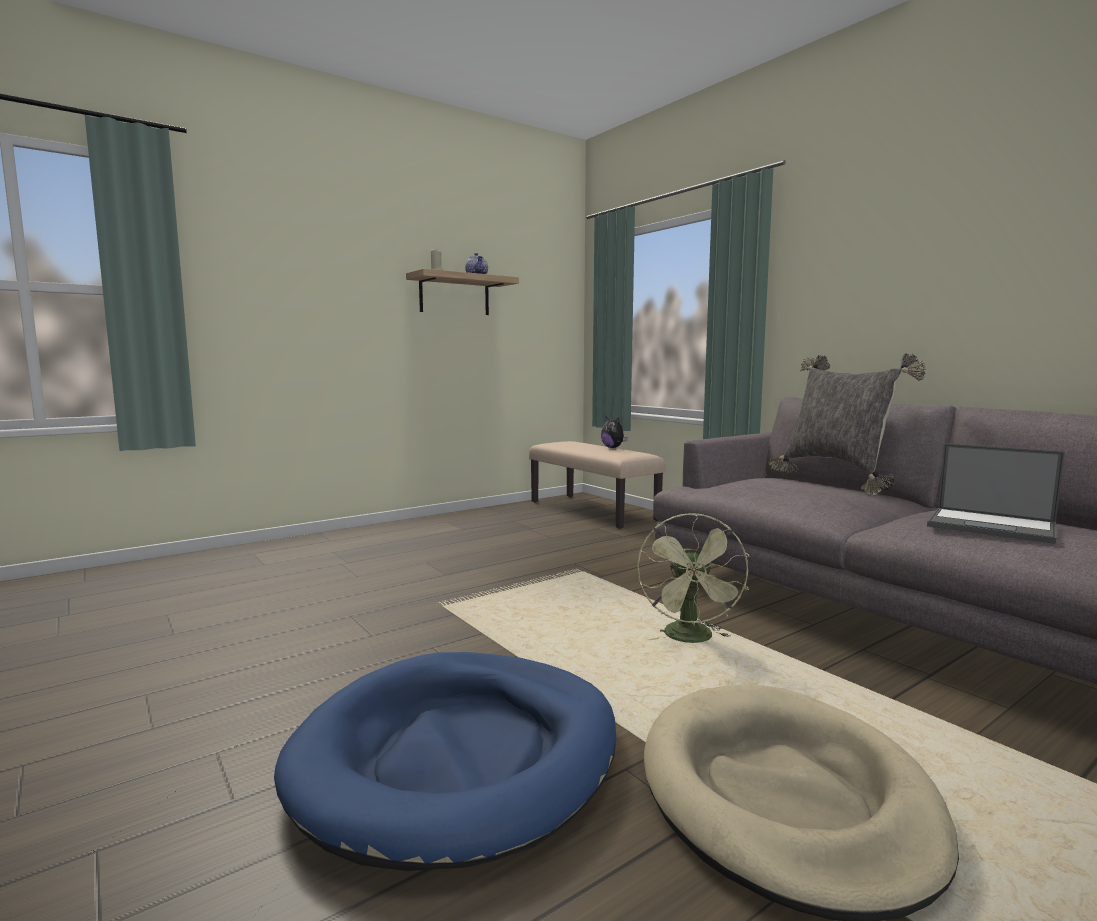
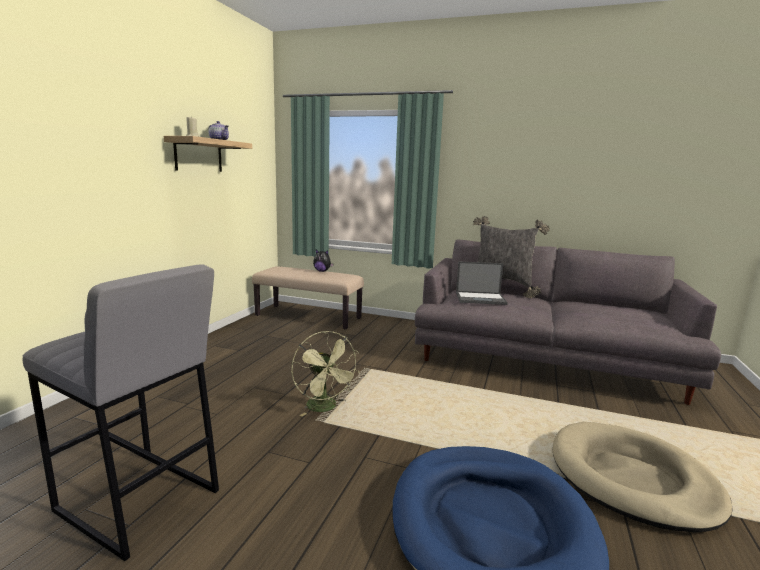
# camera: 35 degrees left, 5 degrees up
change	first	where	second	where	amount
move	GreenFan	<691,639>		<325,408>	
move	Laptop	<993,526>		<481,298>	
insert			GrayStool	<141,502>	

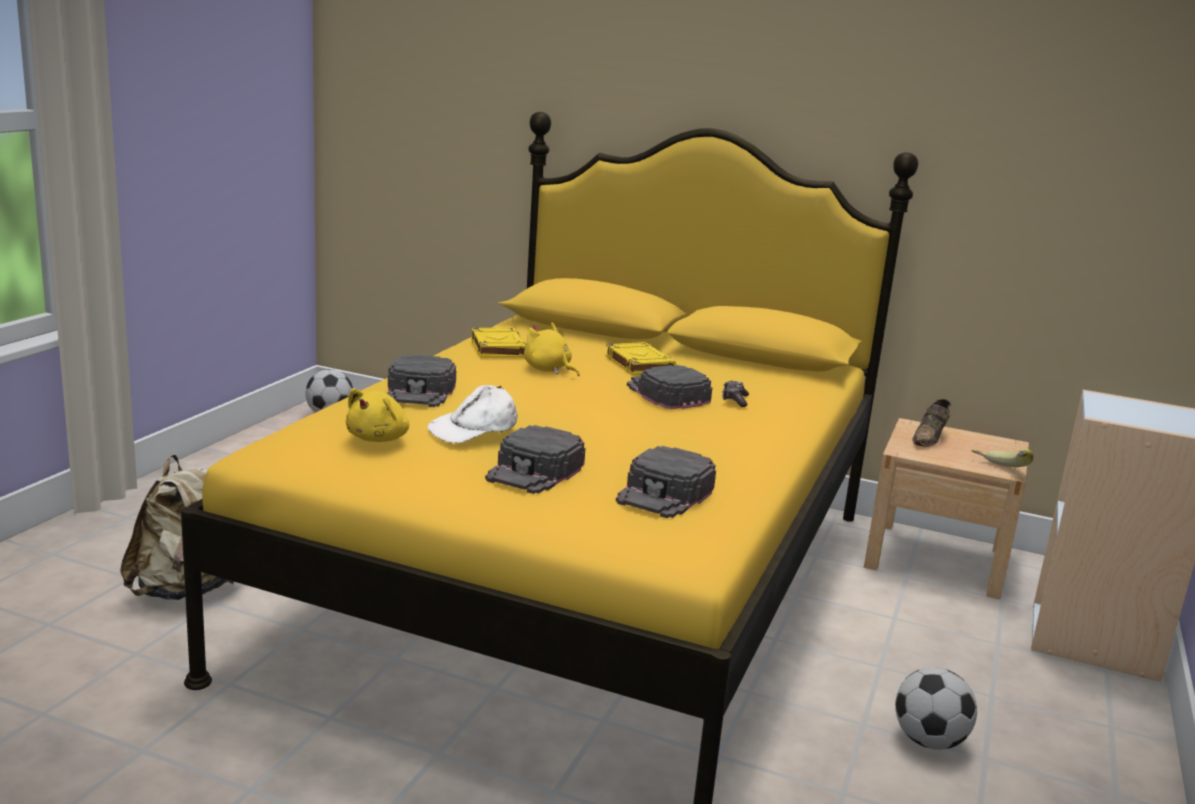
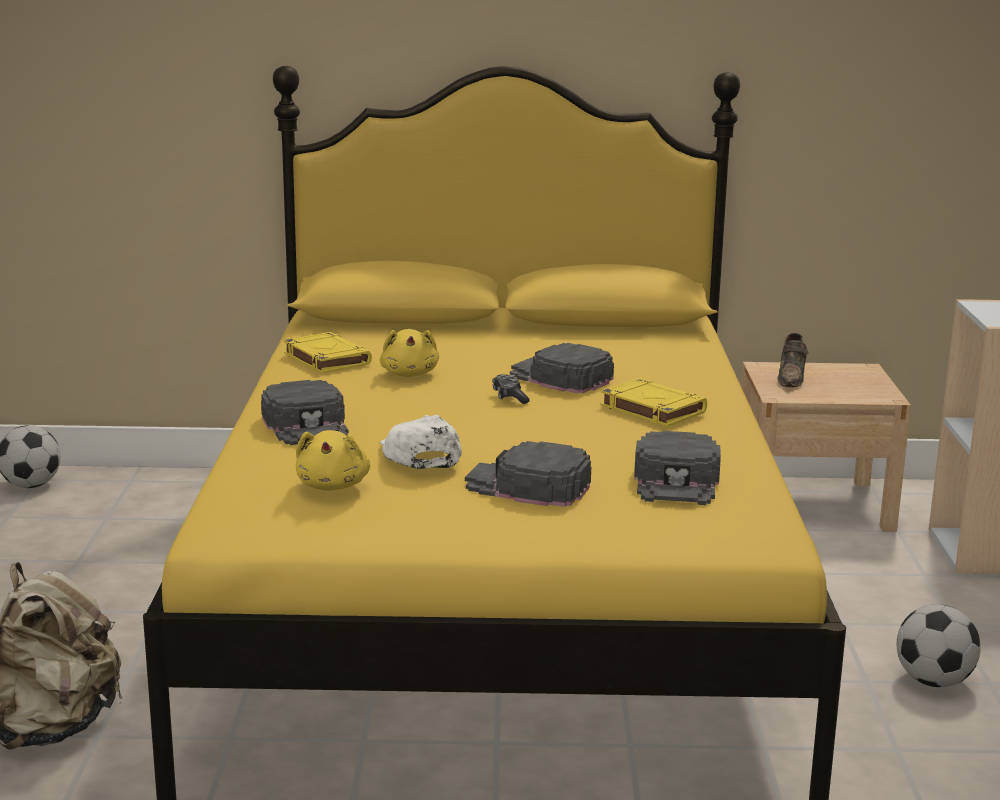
# camera: 20 degrees left, 0 degrees up
change	first	where	second	where	amount
rotate	WhitishPeakedCap	<474,428>		<419,453>	135 degrees clockwise
rotate	BlackPeakedCap	<535,471>		<528,486>	105 degrees clockwise
rotate	YellowishPlushToy	<549,370>		<410,374>	120 degrees counterclockwise
move	YellowishBoundBook	<638,364>		<651,409>	
move	Gamepad	<734,400>		<509,397>	
delete	Banana	<998,470>			

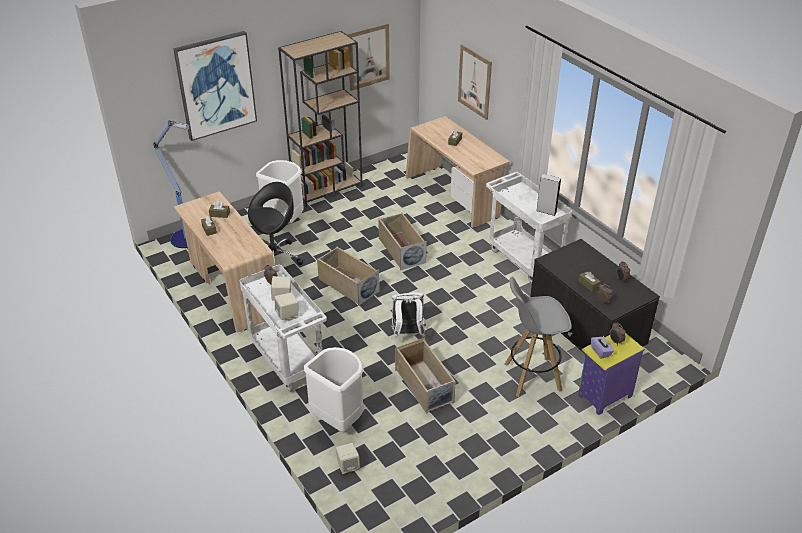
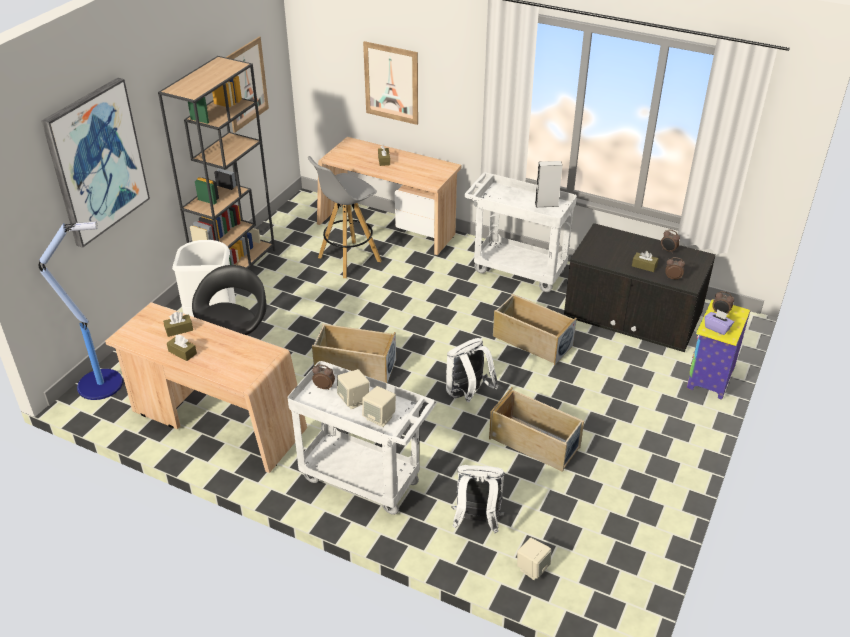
# camera: 30 degrees left, 0 degrees up
change	first	where	second	where	amount
replace	WhitishRubbishBin	<339,419>	WhitishKnapsack	<477,521>	
move	BeigeColouredStorageBox	<401,250>		<531,341>	
move	GrayStool	<531,376>		<348,259>	

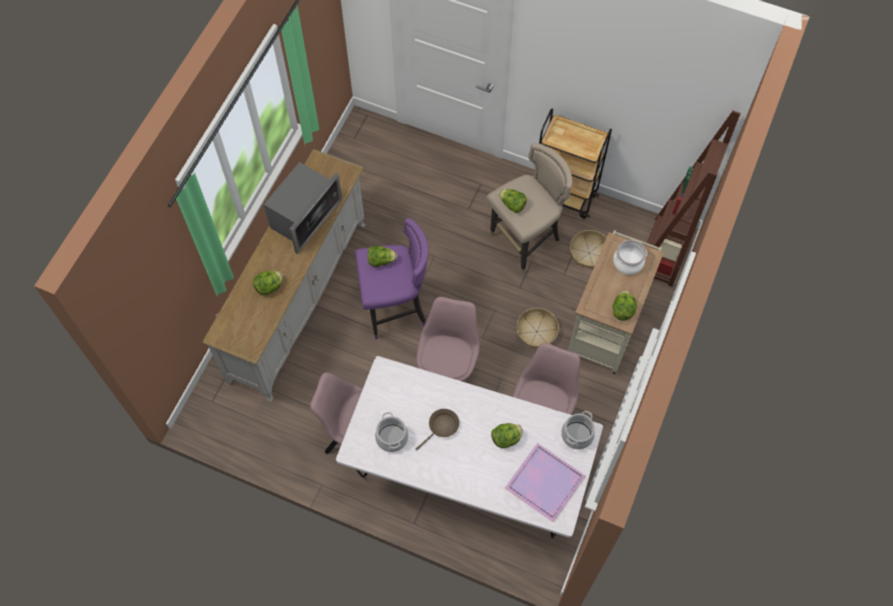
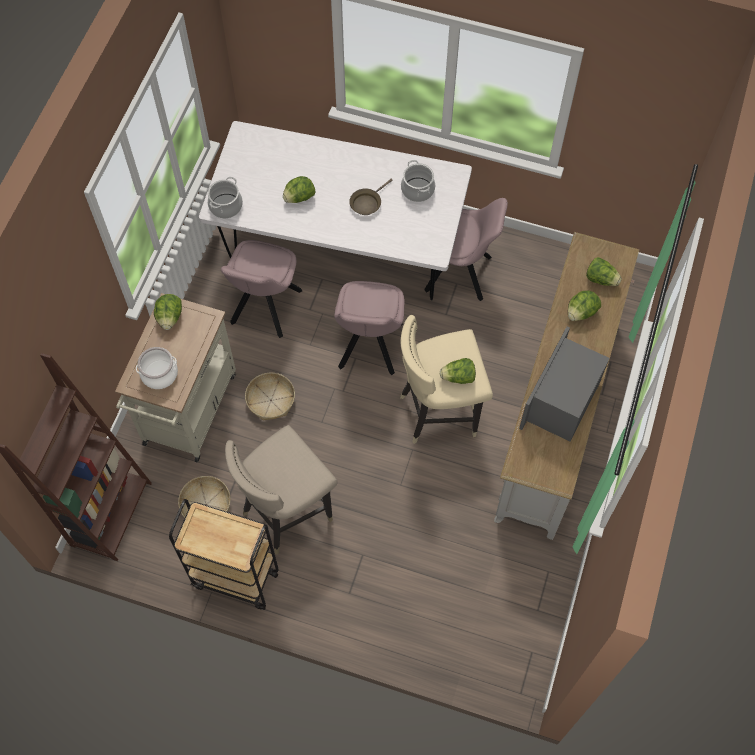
# camera: 175 degrees right, 0 degrees up
change	first	where	second	where	amount
recolor	PurpleColouredStool	<395,310>	BeigeColouredStool	<439,412>	
move	Lettuce	<512,205>		<601,279>	
delete	PurpleColouredServingTray	<543,483>			

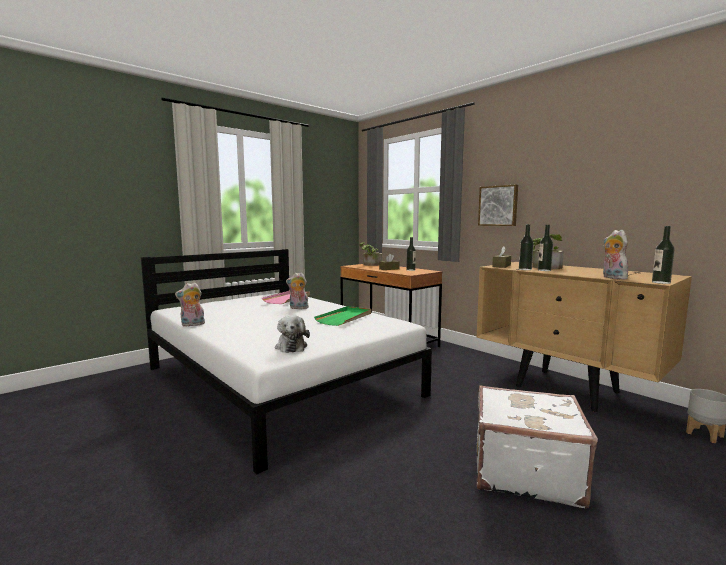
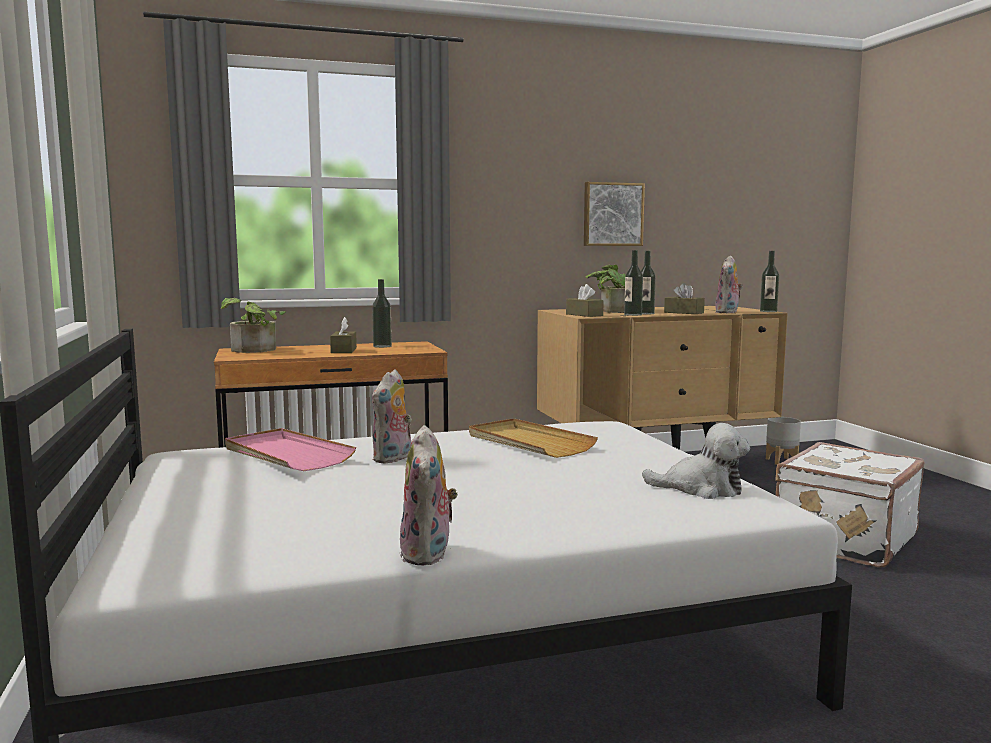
# camera: 65 degrees left, 0 degrees up
change	first	where	second	where	amount
recolor	GreenServingTray	<345,318>	BeigeColouredServingTray	<528,442>	
move	WallArt	<498,206>		<612,214>	
rotate	PlushToy	<612,278>		<728,312>	75 degrees counterclockwise
insert			BrownColouredTissueHolder	<684,312>	

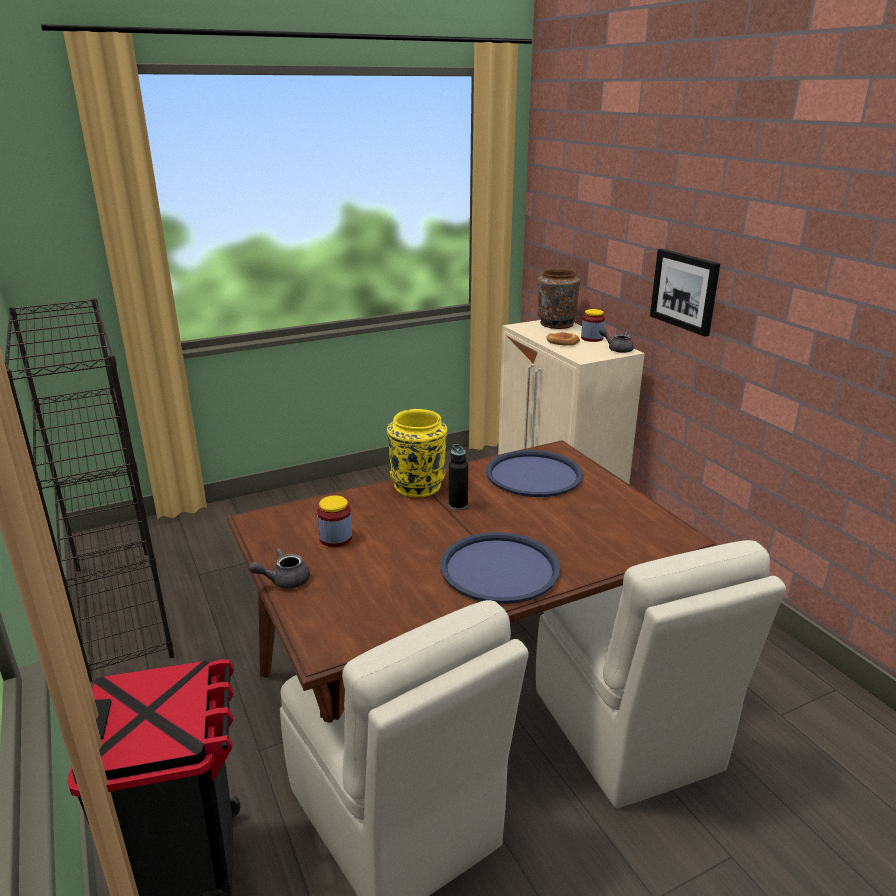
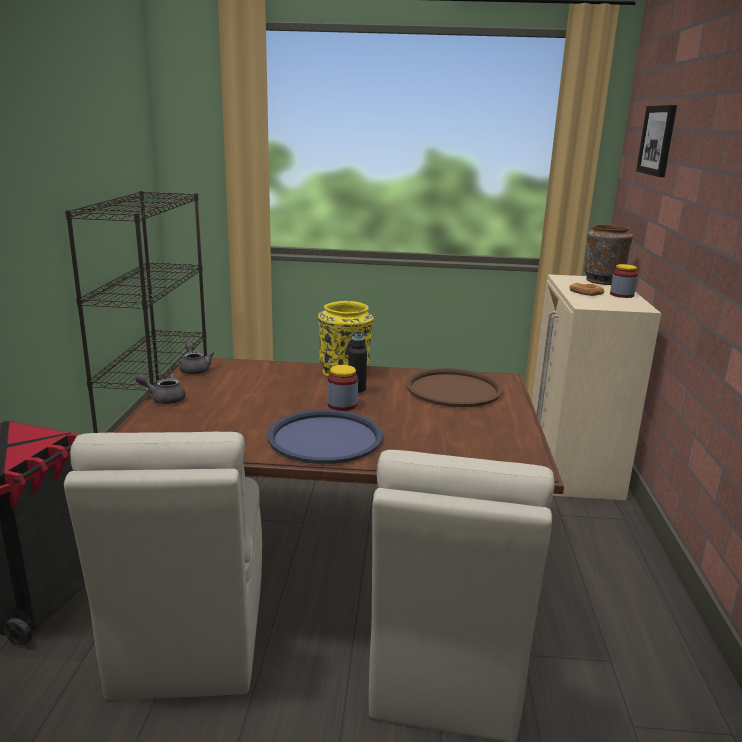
# camera: 30 degrees right, 5 degrees down
change	first	where	second	where	amount
move	StorageJar	<336,538>		<342,405>	
recolor	BlueServingTray	<533,475>	BrownColouredServingTray	<453,389>	
move	GrayTeaPot	<617,349>		<195,369>	
move	WallArt	<685,291>		<658,140>	

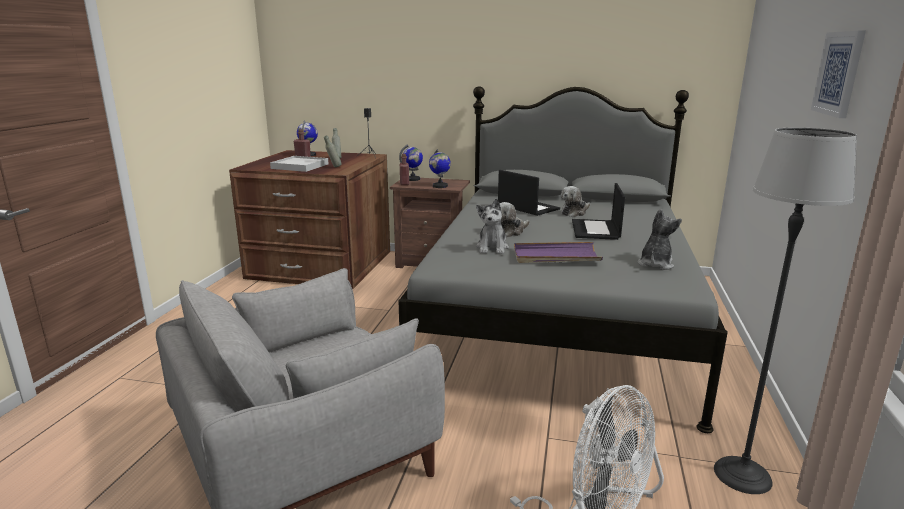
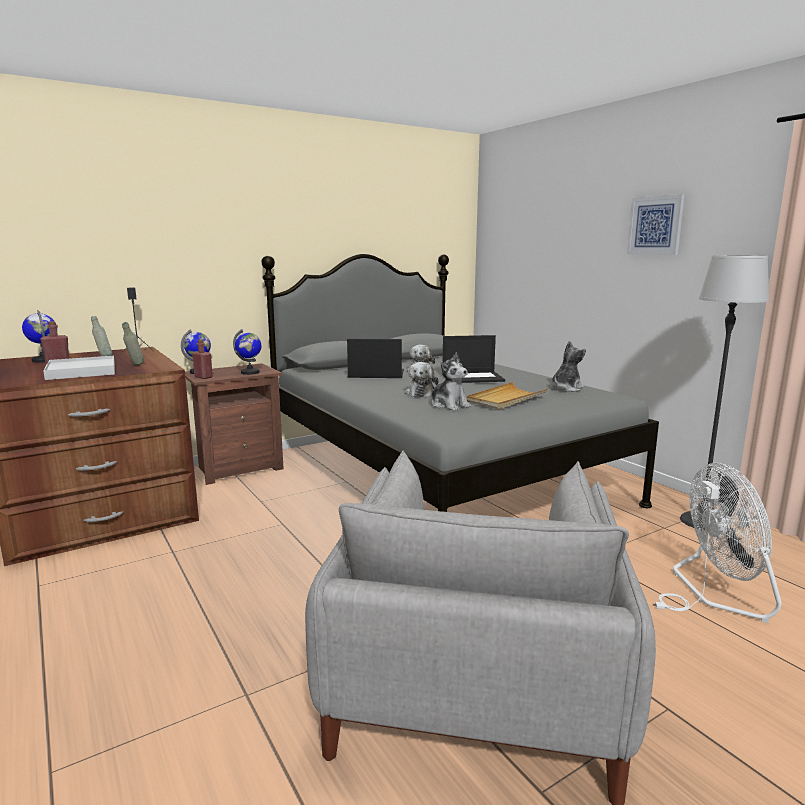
# camera: 45 degrees left, 5 degrees down
change	first	where	second	where	amount
recolor	PurpleColouredServingTray	<555,256>	BeigeColouredServingTray	<506,399>	
rotate	Laptop	<596,230>		<473,377>	60 degrees counterclockwise
rotate	PlushToy	<655,264>		<566,388>	60 degrees clockwise

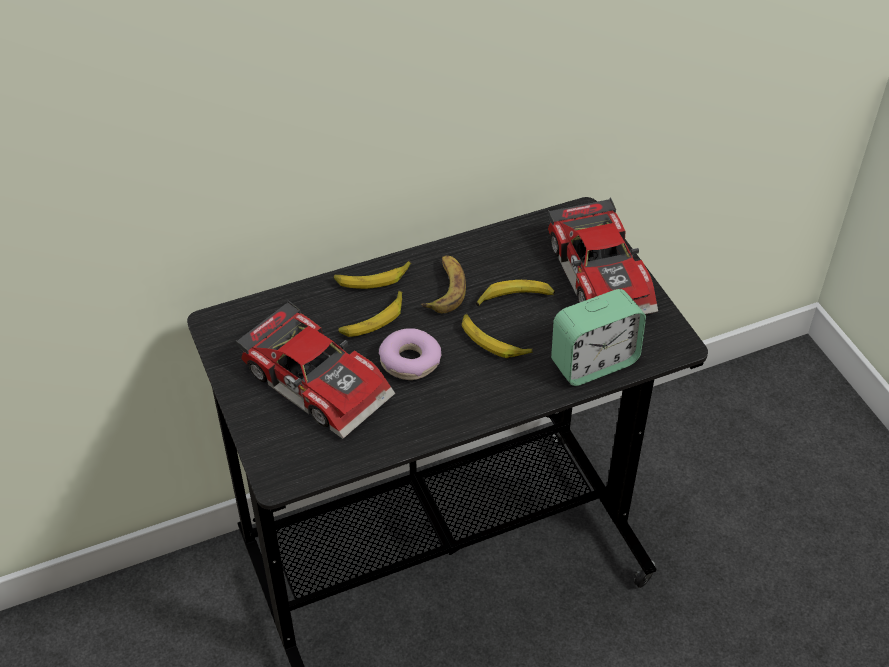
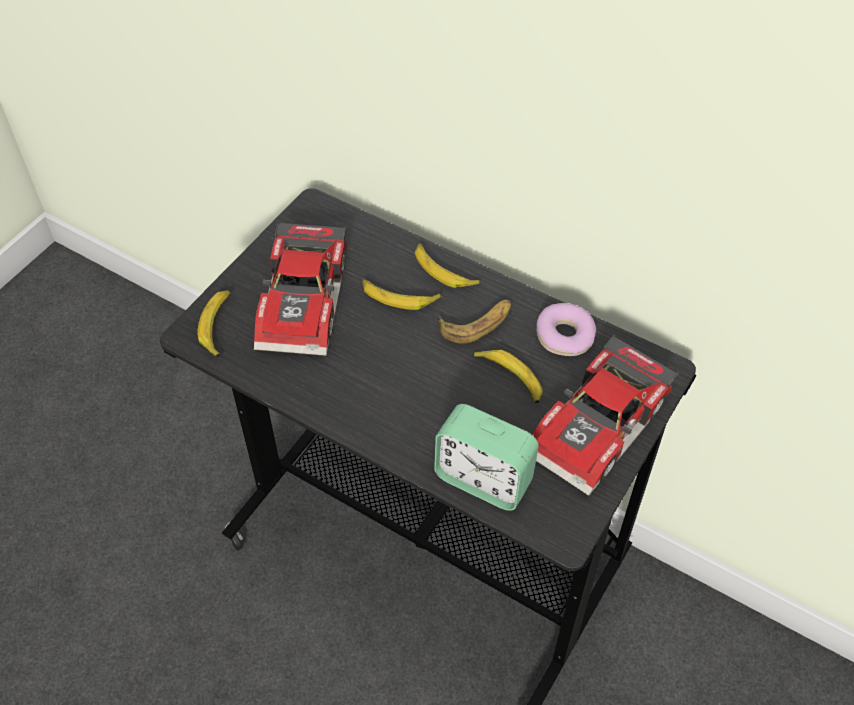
# camera: 55 degrees right, 5 degrees up
change	first	where	second	where	amount
move	Donut	<410,361>		<564,336>	
move	Banana	<493,341>		<218,326>	

